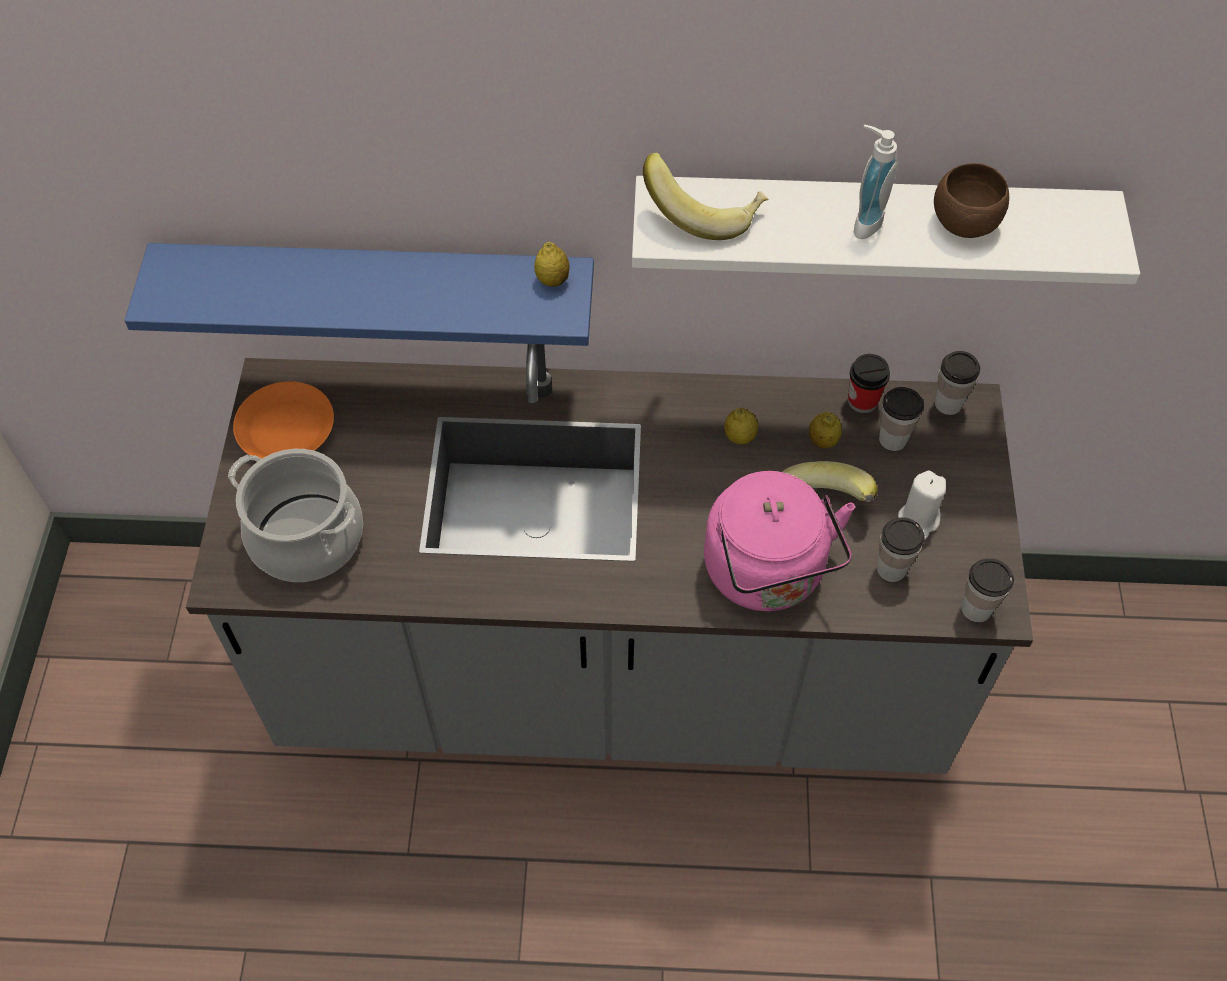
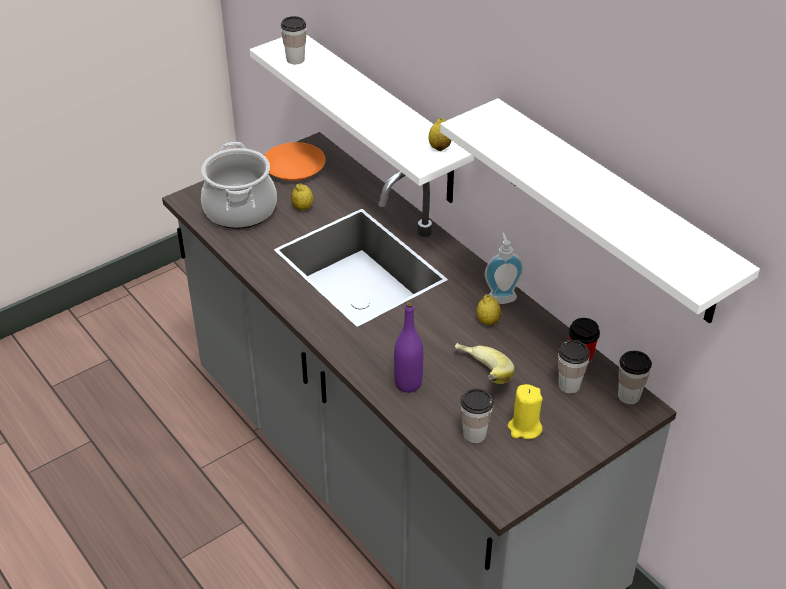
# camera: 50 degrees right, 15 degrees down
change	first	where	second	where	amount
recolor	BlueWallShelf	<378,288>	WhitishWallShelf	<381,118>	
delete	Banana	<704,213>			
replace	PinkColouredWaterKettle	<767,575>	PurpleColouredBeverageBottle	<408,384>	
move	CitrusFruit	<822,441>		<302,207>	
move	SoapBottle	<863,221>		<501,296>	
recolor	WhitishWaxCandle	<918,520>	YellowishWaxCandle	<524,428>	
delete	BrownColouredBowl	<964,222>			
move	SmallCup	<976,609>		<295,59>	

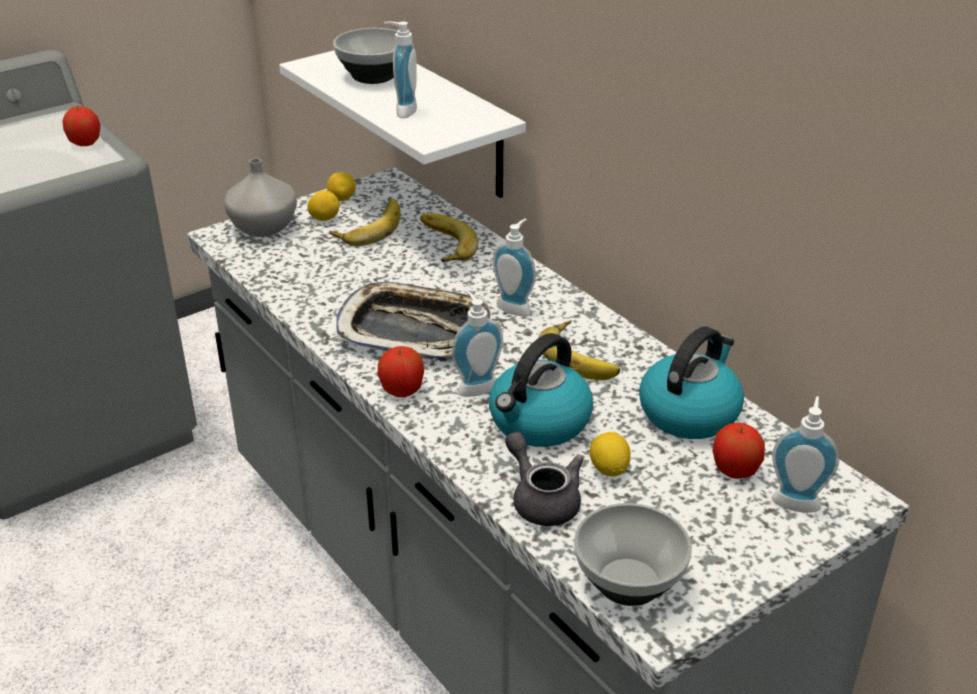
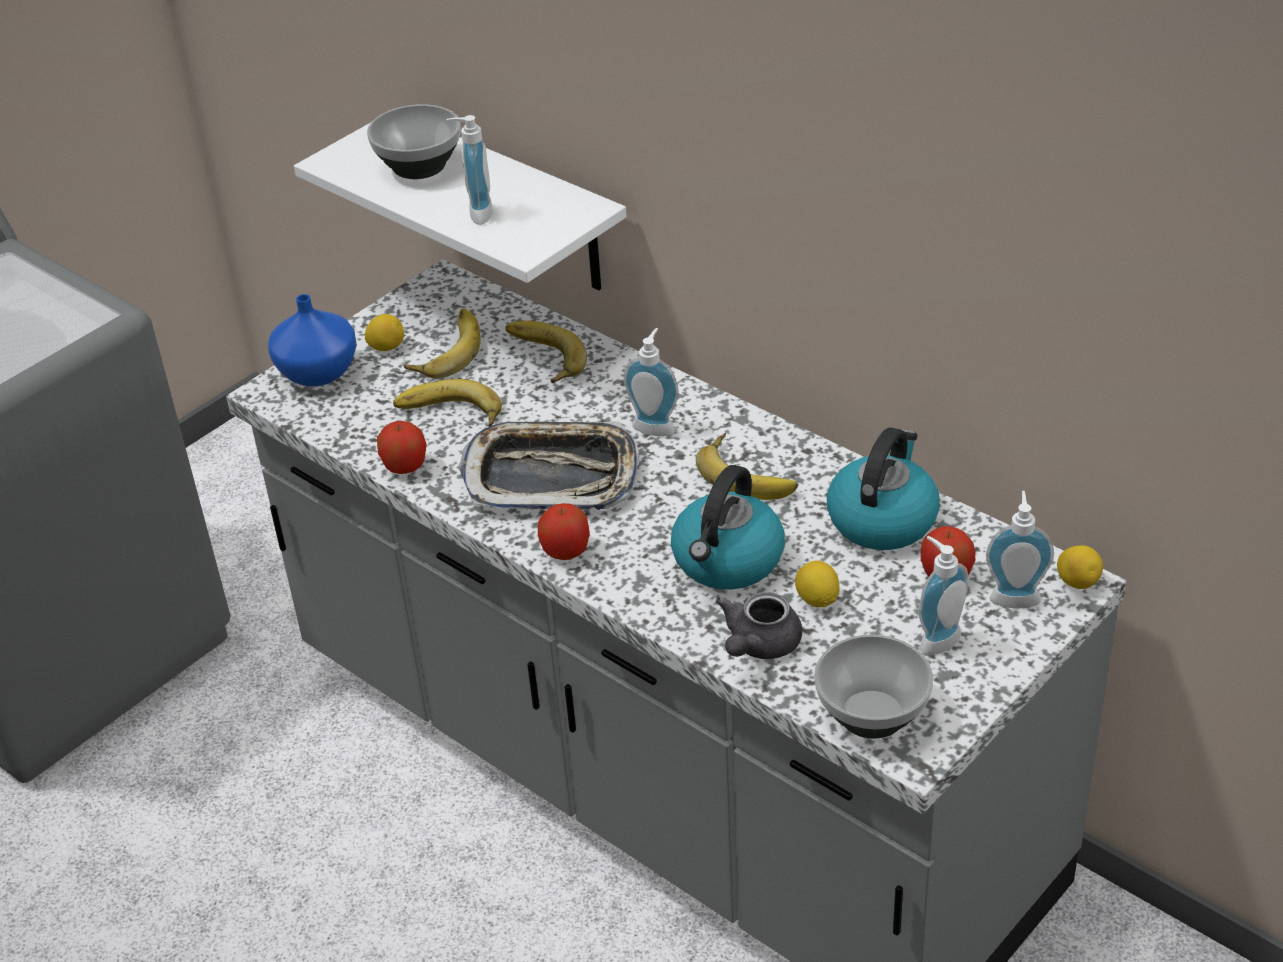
# camera: 10 degrees left, 5 degrees up
change	first	where	second	where	amount
move	WholeApple	<85,143>		<405,467>	
recolor	GrayDecorativeVase	<265,227>	BlueDecorativeVase	<319,371>	
move	CitrusFruit	<342,199>		<1077,582>	
move	SoapBottle	<475,386>		<936,639>	
rotate	GrayTeaPot	<542,499>		<758,645>	105 degrees counterclockwise
insert			Banana	<448,415>	

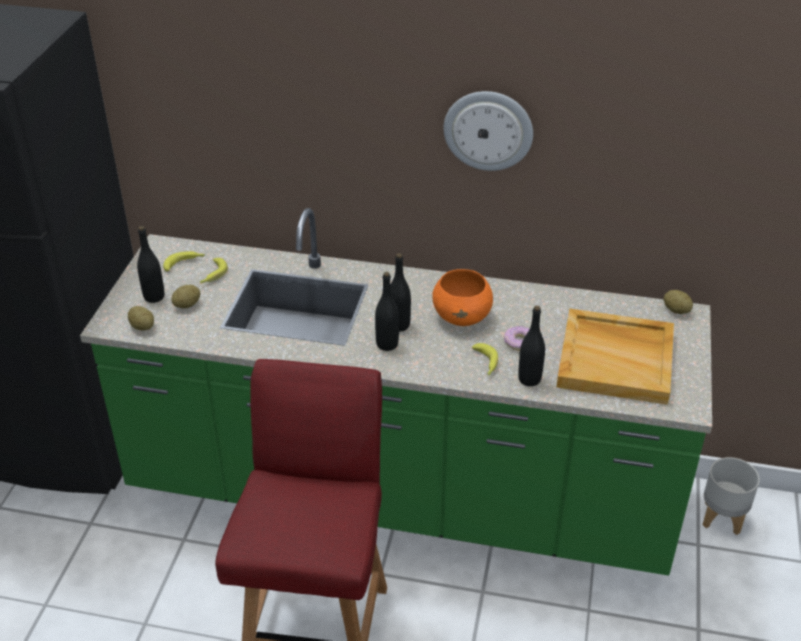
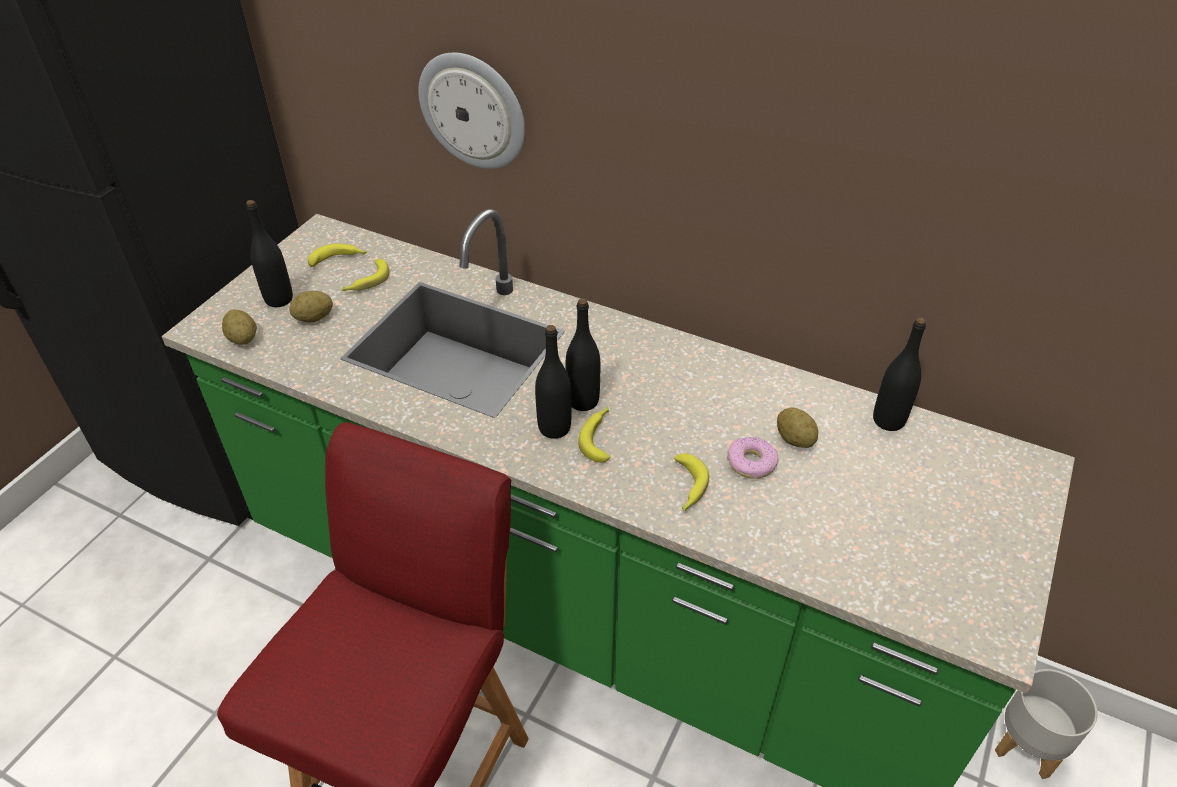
# camera: 15 degrees right, 5 degrees up
change	first	where	second	where	amount
delete	OrangeColouredBowl	<462,316>			
move	WallClock	<488,130>		<473,110>	
move	BlackBeverageBottle	<529,379>		<888,420>	
delete	BeigeColouredServingTray	<616,359>			
move	WholePotato	<676,310>		<794,439>	
insert			Banana	<599,437>	

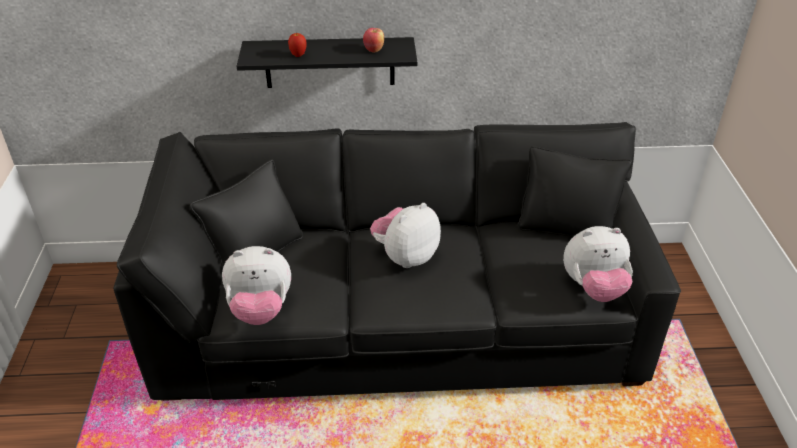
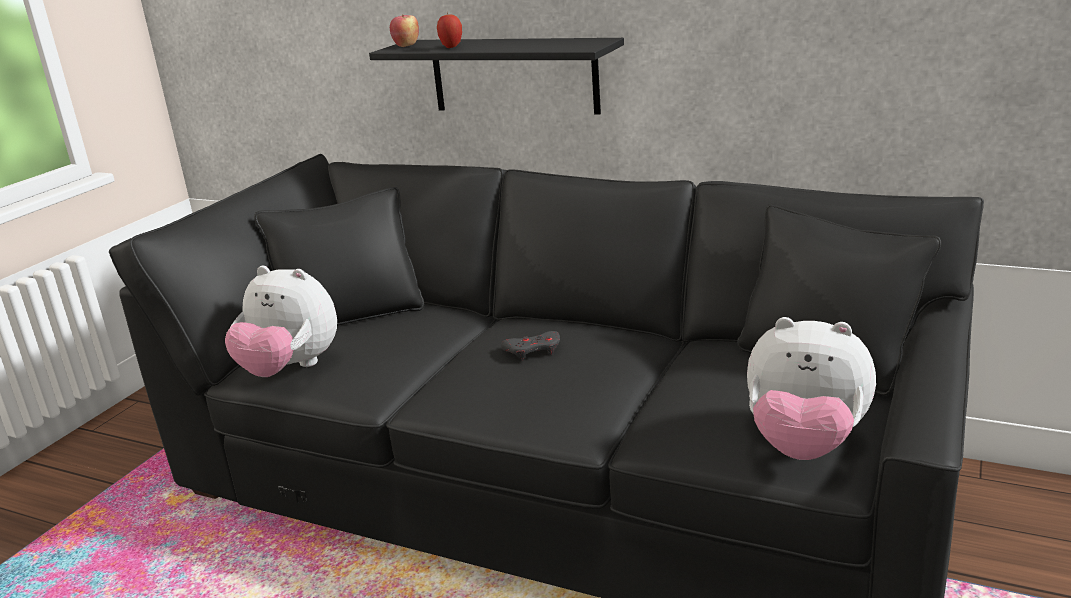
# camera: 30 degrees right, 15 degrees down
change	first	where	second	where	amount
move	WholeApple	<373,50>		<406,45>	
replace	PlushToy	<405,256>	GrayGamepad	<533,350>	

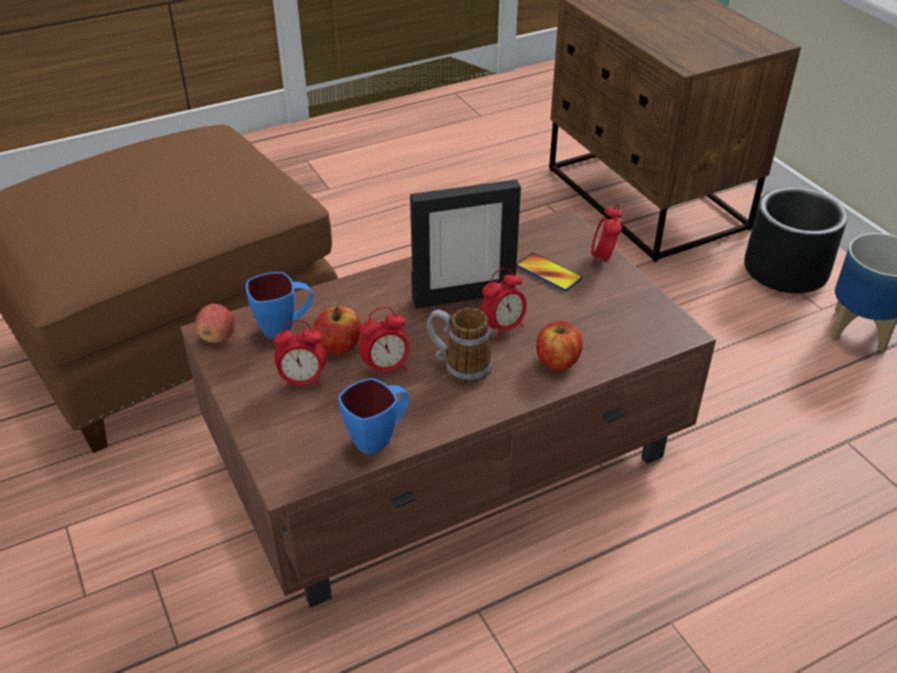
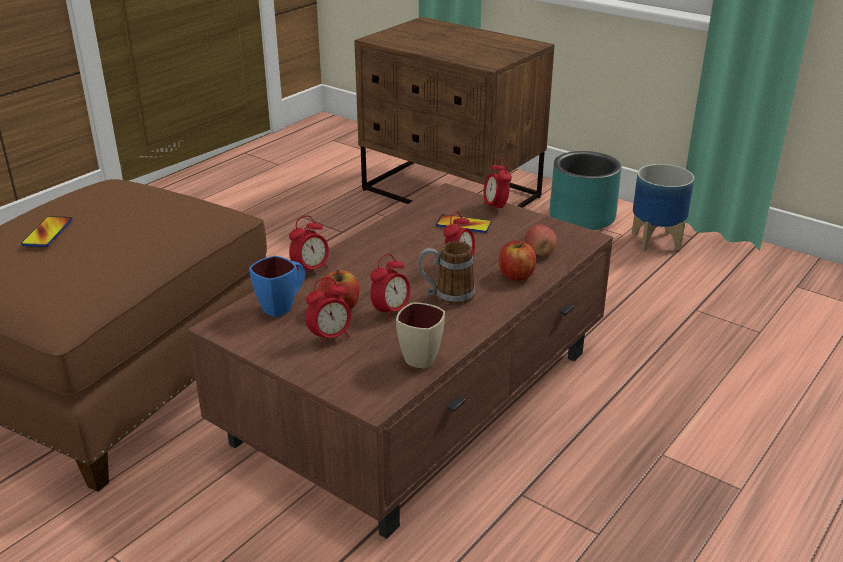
# camera: 25 degrees left, 10 degrees down
change	first	where	second	where	amount
move	WholeApple	<218,337>		<539,253>	
recolor	BlueCoffeeMug	<379,437>	BeigeColouredCoffeeMug	<424,355>	
delete	PhotoFrame	<463,295>			
recolor	BlackPlanter	<786,271>	BlueGreenPlanter	<582,217>	
insert			Handset	<47,233>	
insert			BedsideClock	<310,270>	

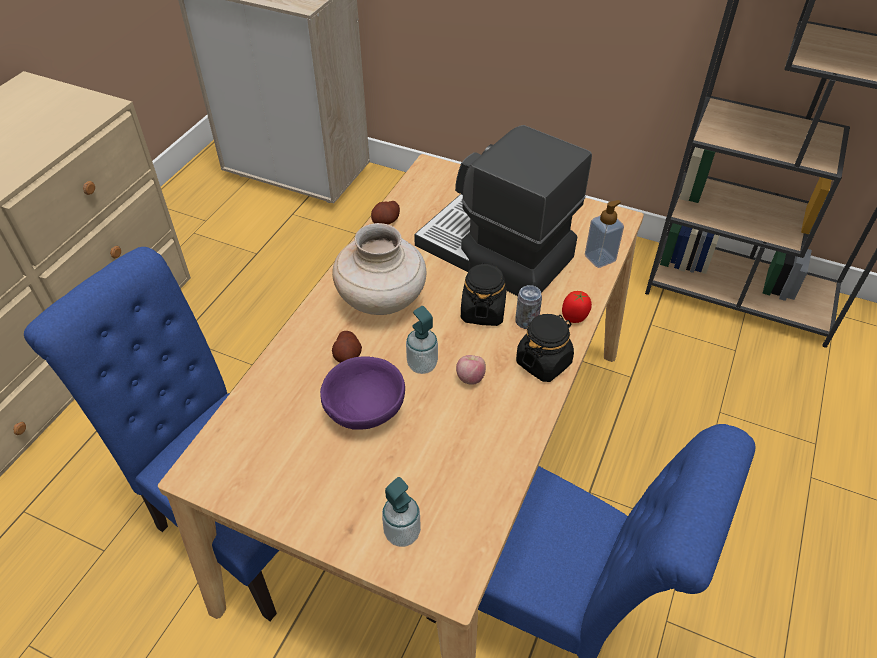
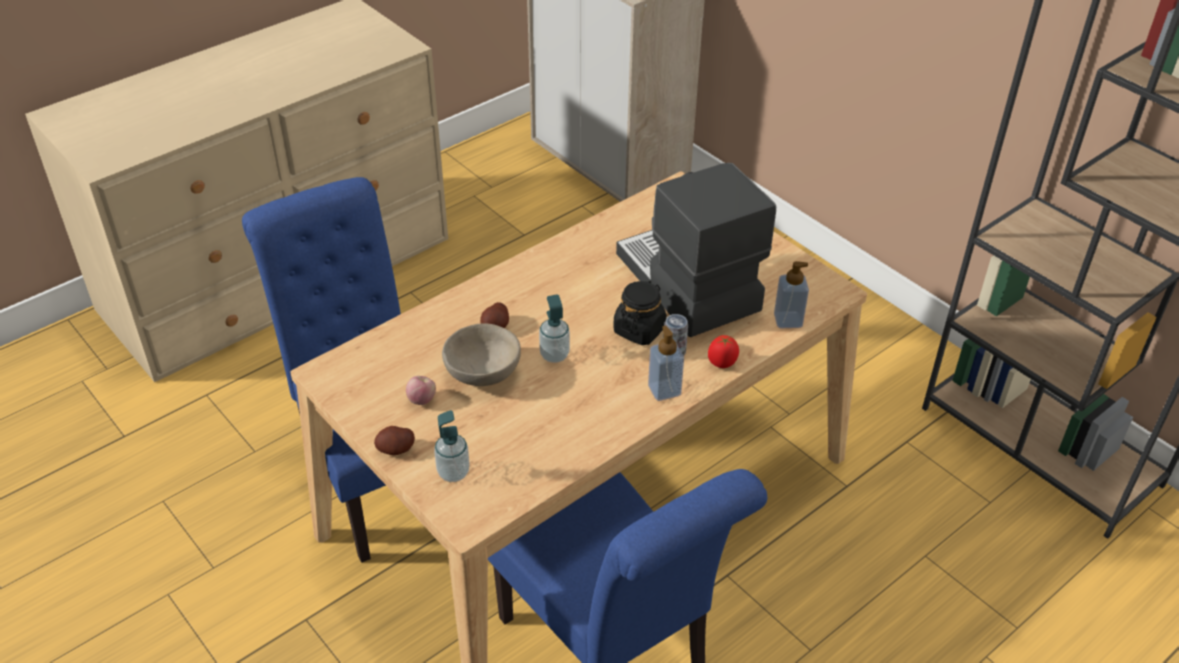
# camera: 25 degrees right, 5 degrees down
change	first	where	second	where	amount
recolor	PurpleColouredBowl	<365,409>	BeigeColouredBowl	<483,372>	
delete	BeigeColouredDecorativeVase	<382,300>			
move	WholePotato	<386,221>		<396,449>	
move	WholeApple	<470,378>		<422,399>	
replace	BlackStorageJar	<543,362>	SoapBottle	<664,390>	

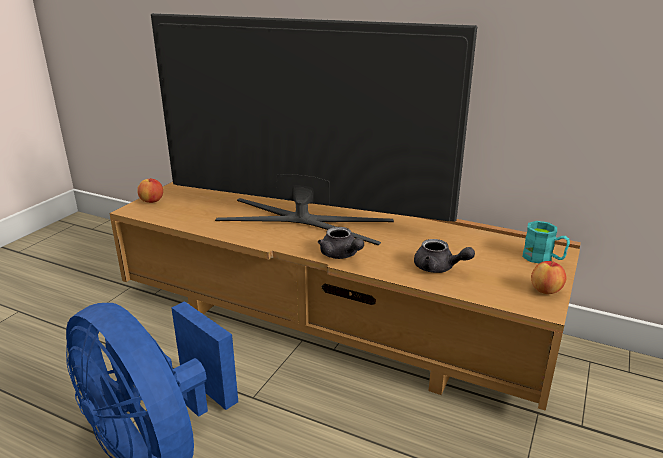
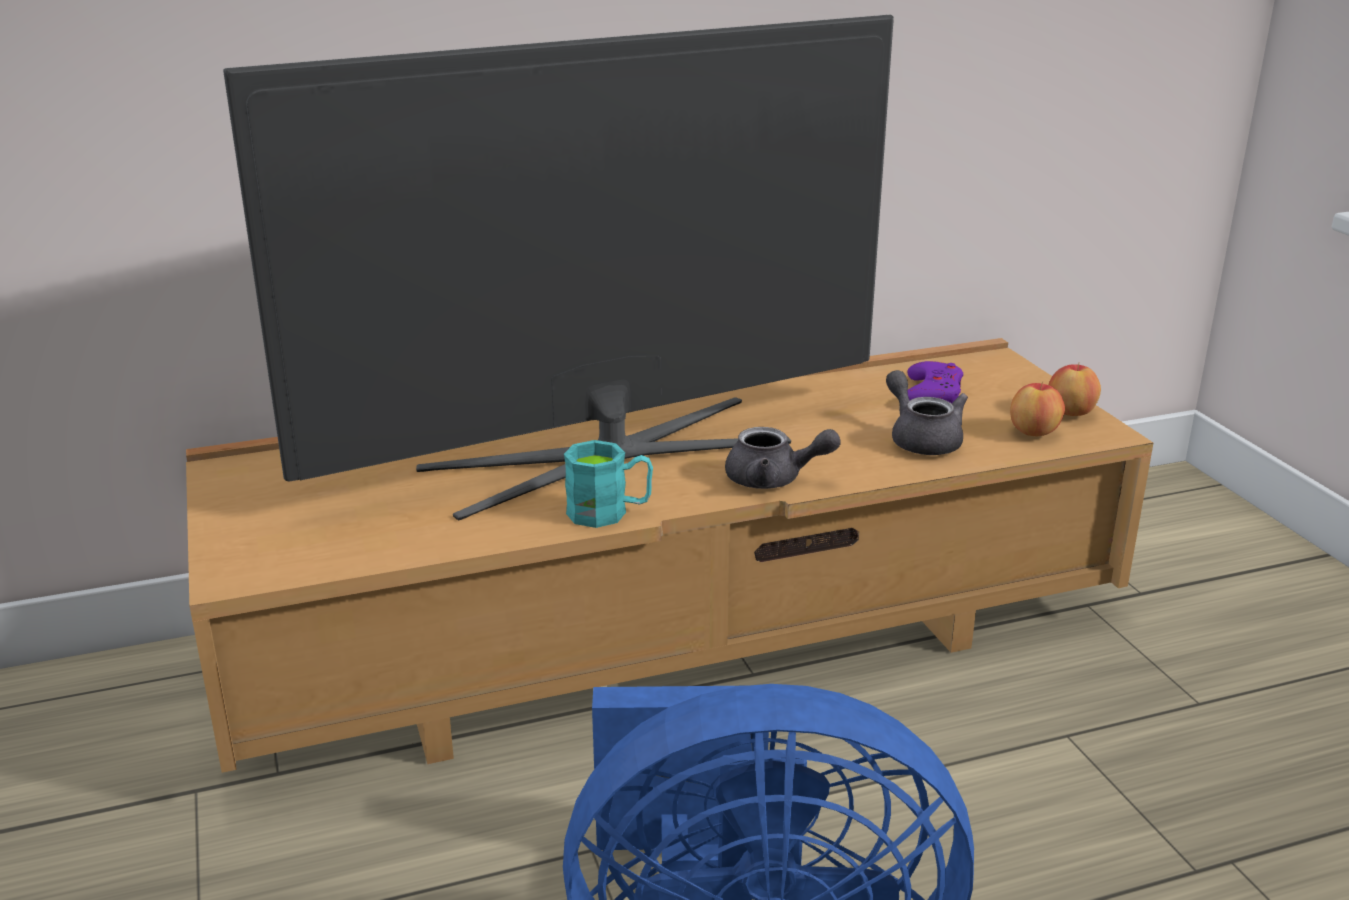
# camera: 45 degrees left, 0 degrees up
change	first	where	second	where	amount
move	WholeApple	<152,201>		<1033,432>	
rotate	GrayTeaPot	<439,268>		<921,439>	105 degrees counterclockwise
move	BlueGreenCoffeeMug	<543,258>		<609,512>	
insert			PurpleColouredGamepad	<931,394>	

